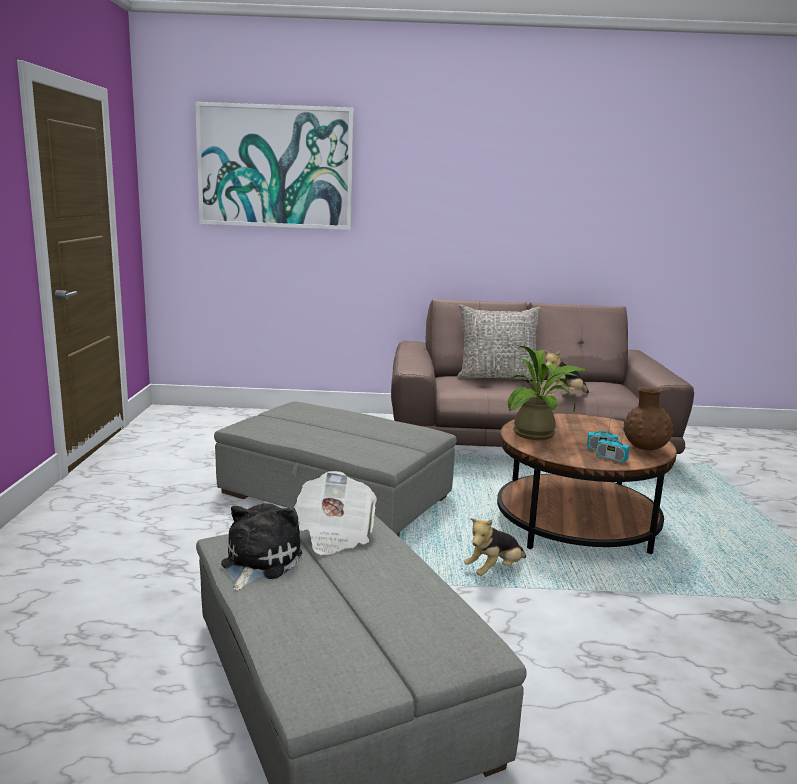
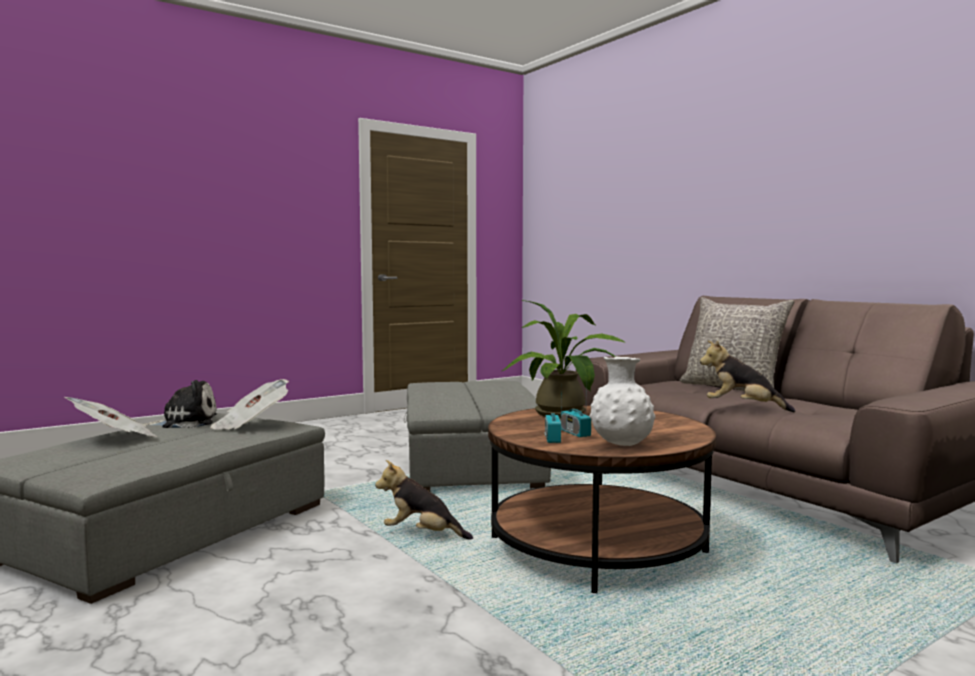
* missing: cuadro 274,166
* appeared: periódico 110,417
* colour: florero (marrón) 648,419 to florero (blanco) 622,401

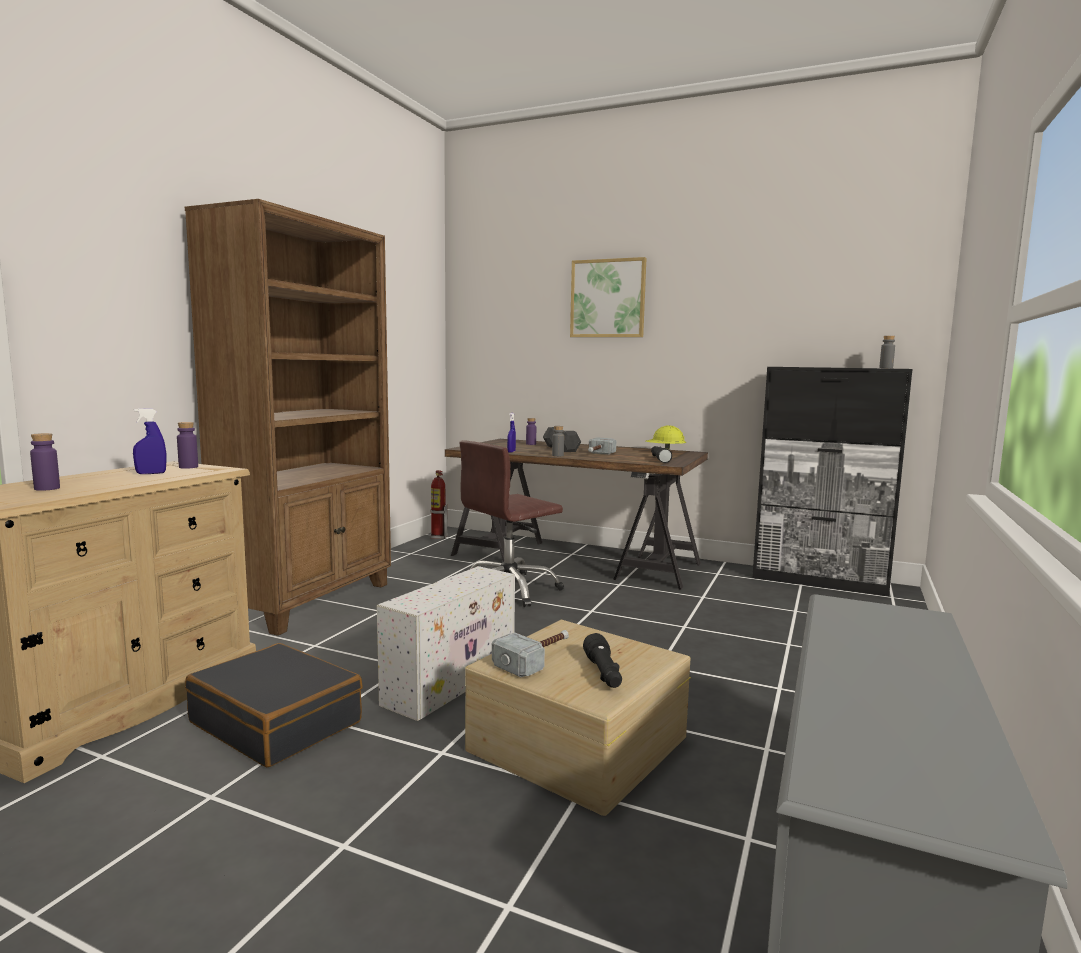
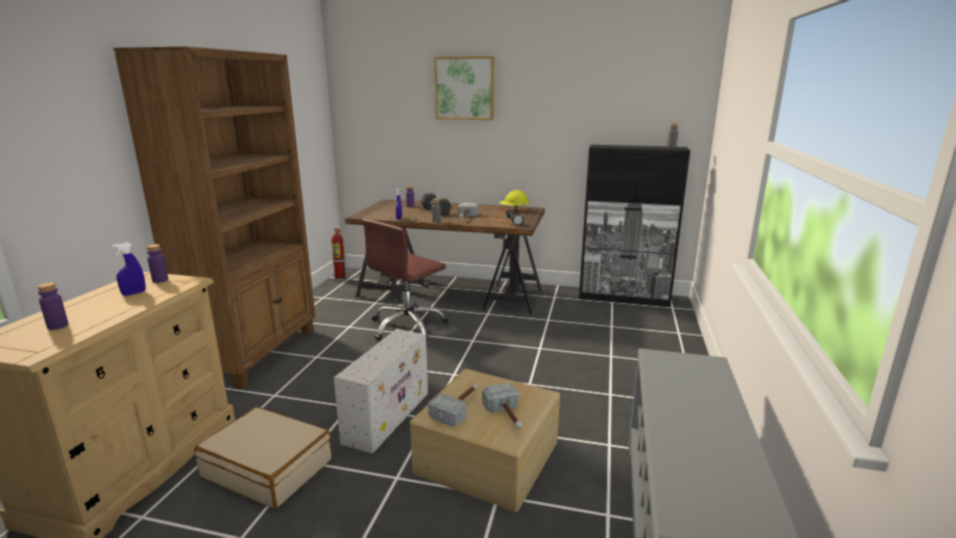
* exchanged: linterna (negro) 602,660 to martillo 502,406
* colour: maleta (negro) 274,705 to maleta (beis) 263,458

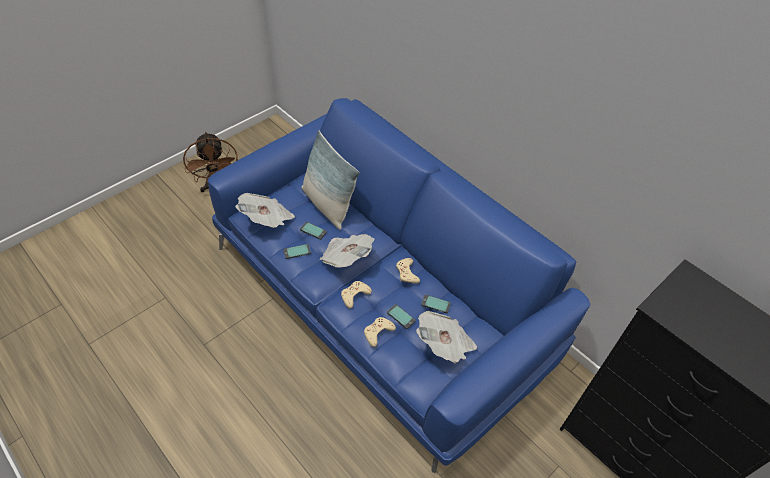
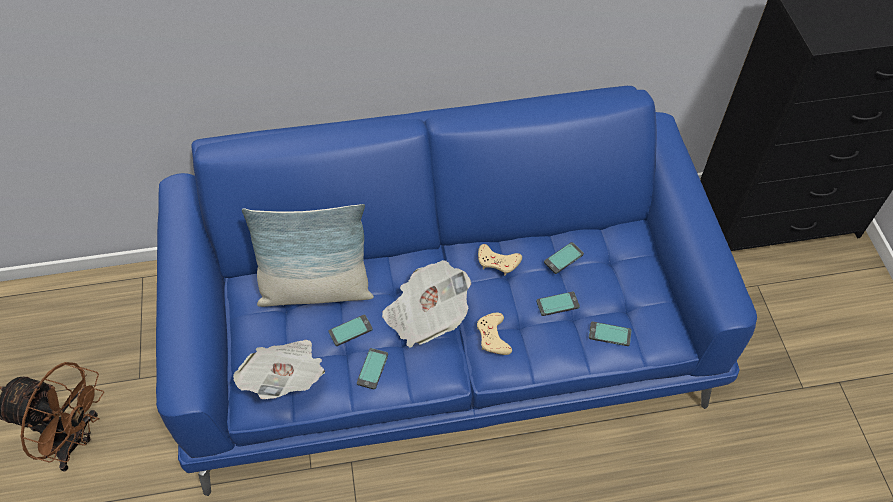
* missing: mando de consola (beis) 380,332
* missing: periódico 446,337
* appeared: móvil 610,333

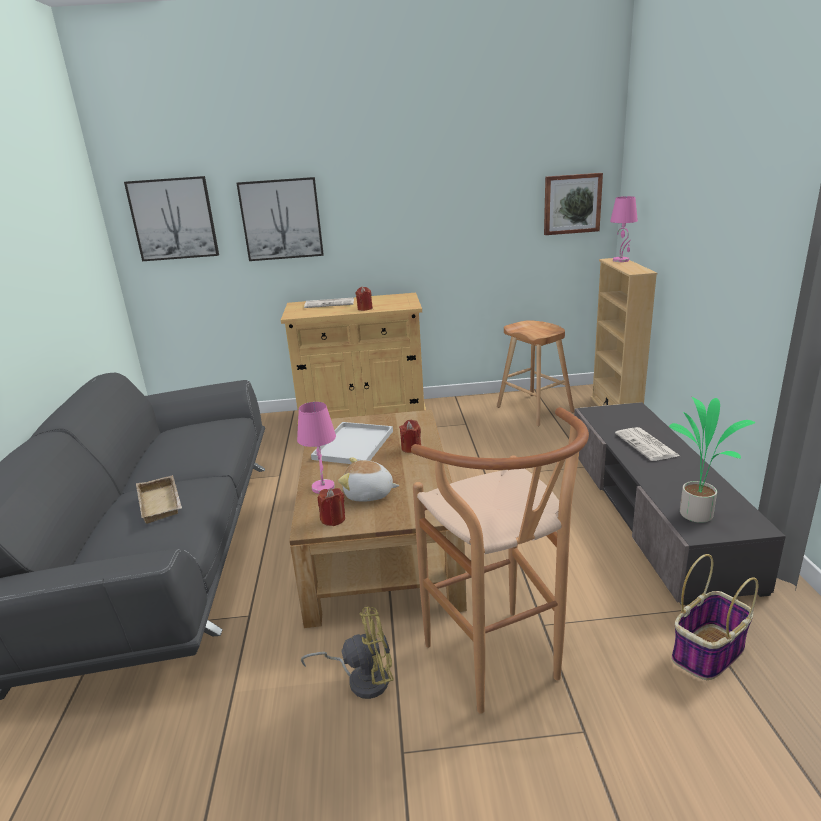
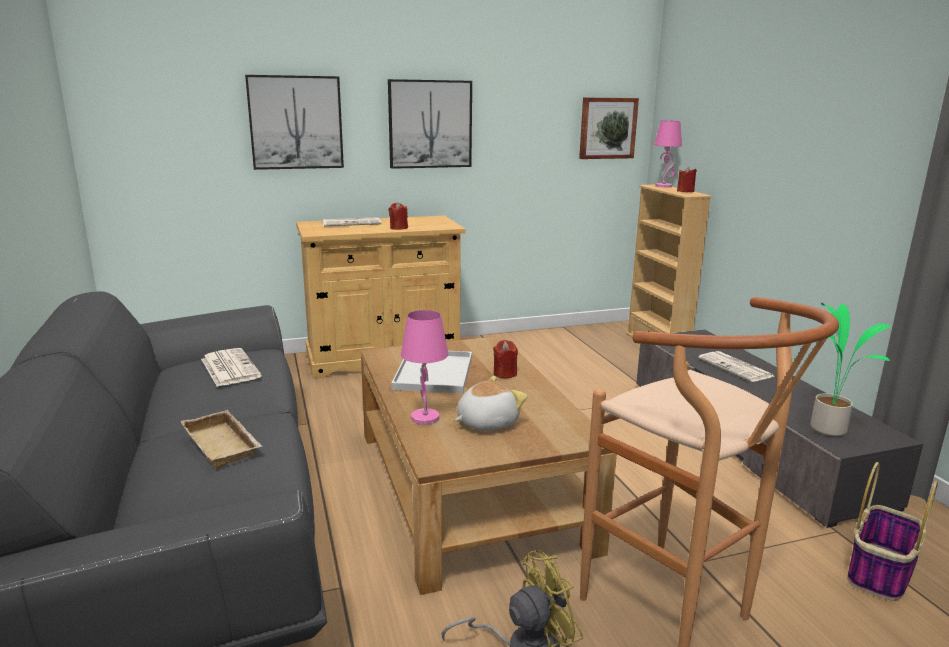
* missing: taburete (marrón) 535,373
* appeared: periódico 231,367
* relocated: cuadro 171,218 to 430,124
* relocated: vela (rojo) 331,507 to 687,179
* spun: peluche 368,479 = 491,403 150 degrees clockwise

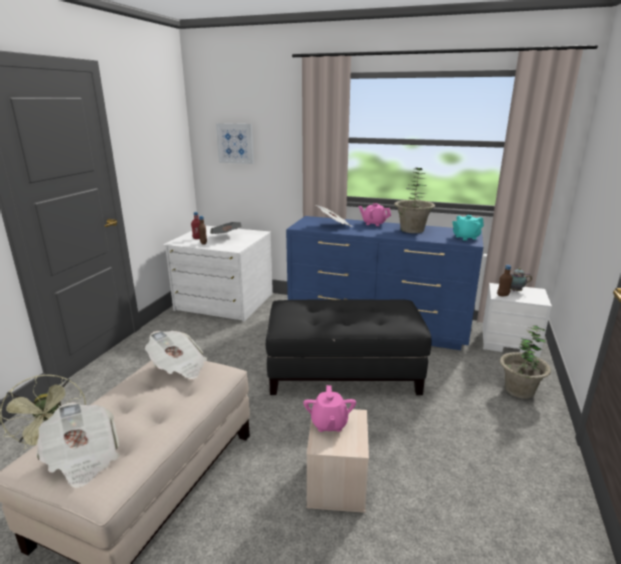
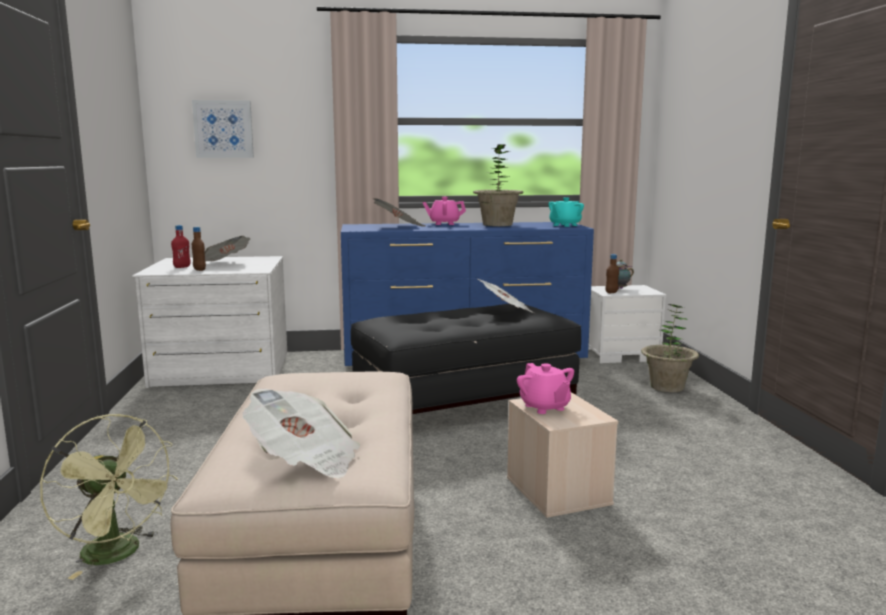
* relocated: periódico 176,355 to 506,296

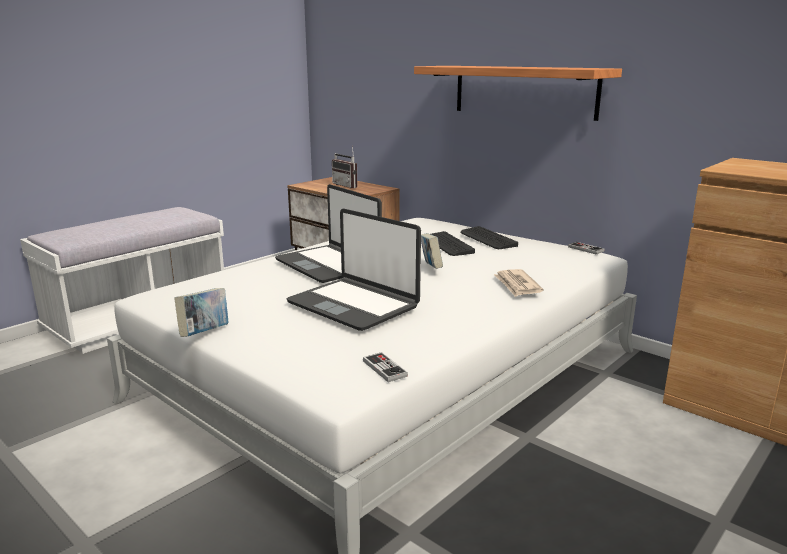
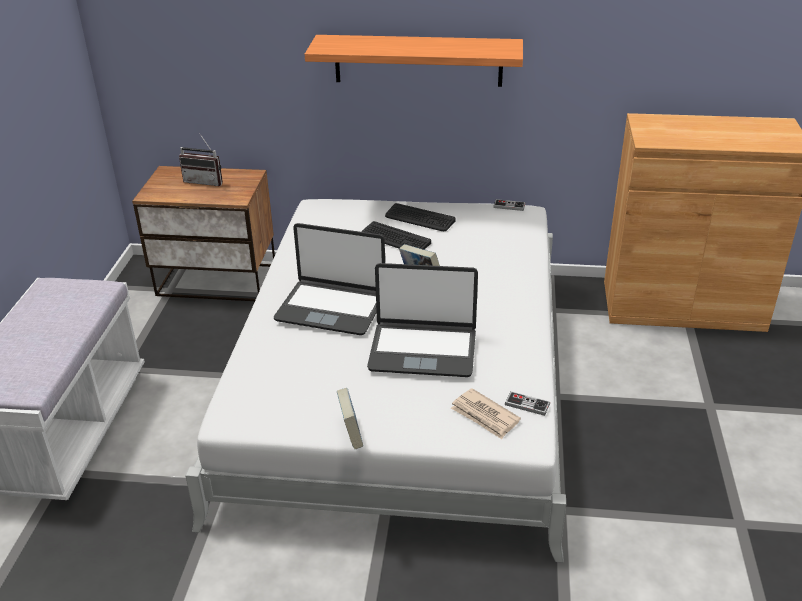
* relocated: periódico 518,283 to 486,413

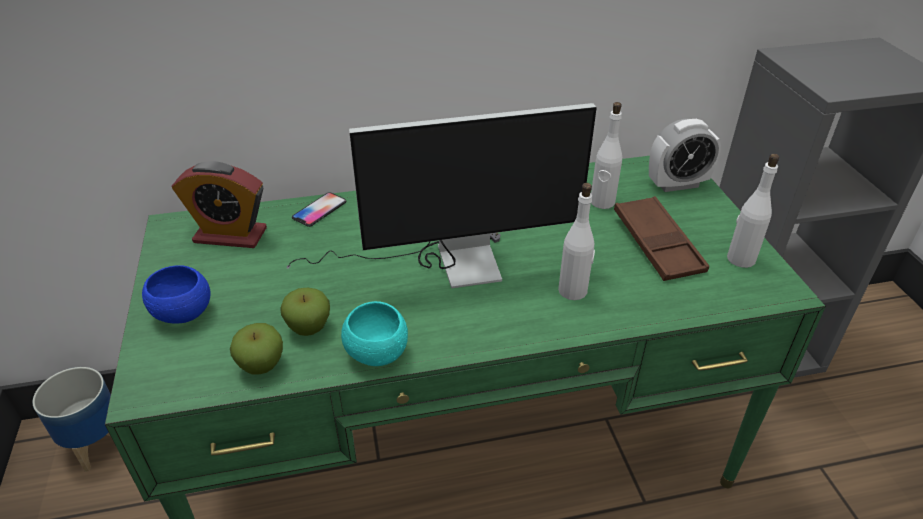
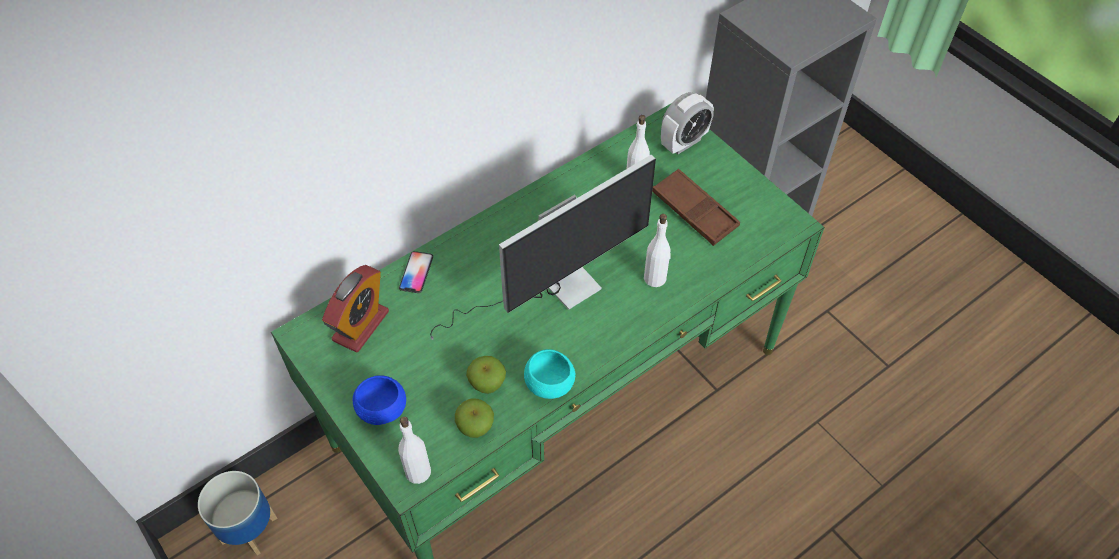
* relocated: botella (blanco) 753,211 to 414,450
* spun: despertador 219,204 = 355,309 45 degrees counterclockwise

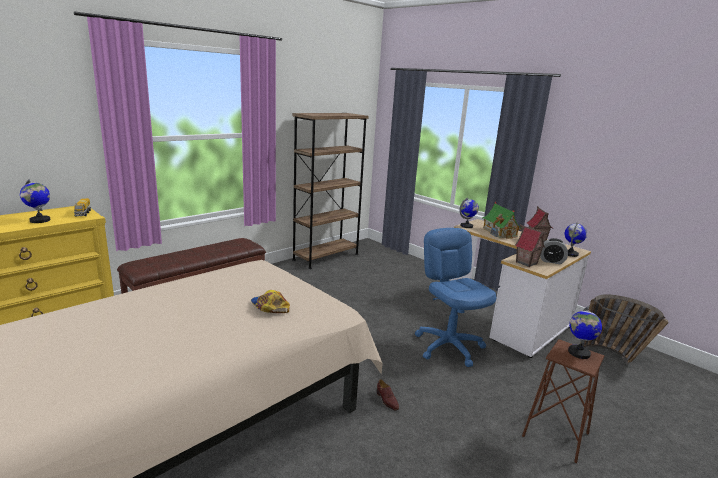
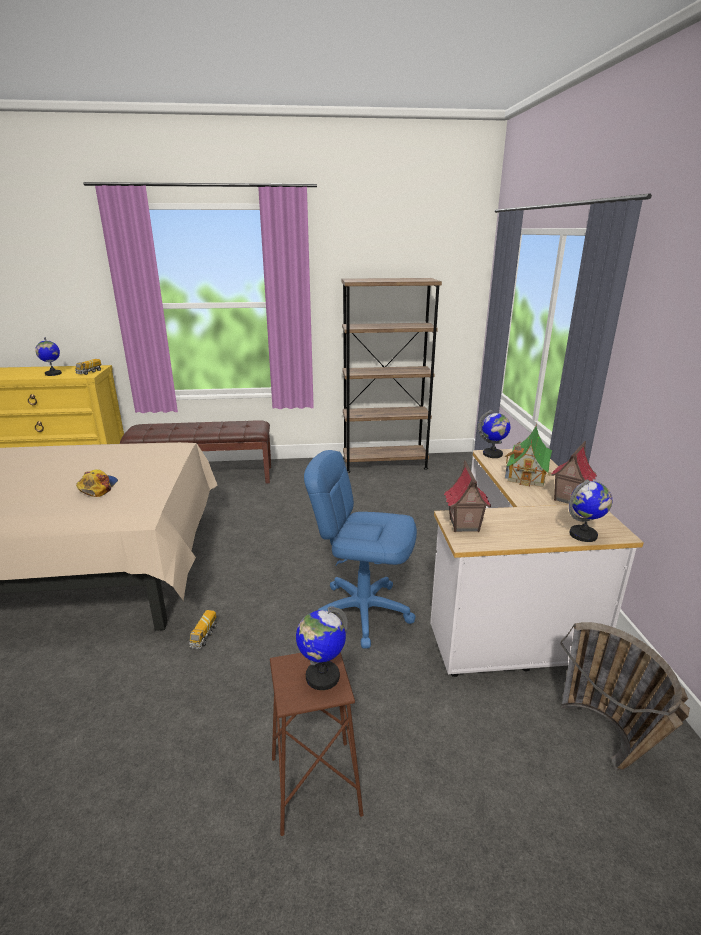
* missing: despertador 554,251
* exchanged: zapato (marrón) 388,394 to camión de juguete 203,629
* spun: silla de oficina (azul) 455,297 = 360,549 90 degrees counterclockwise

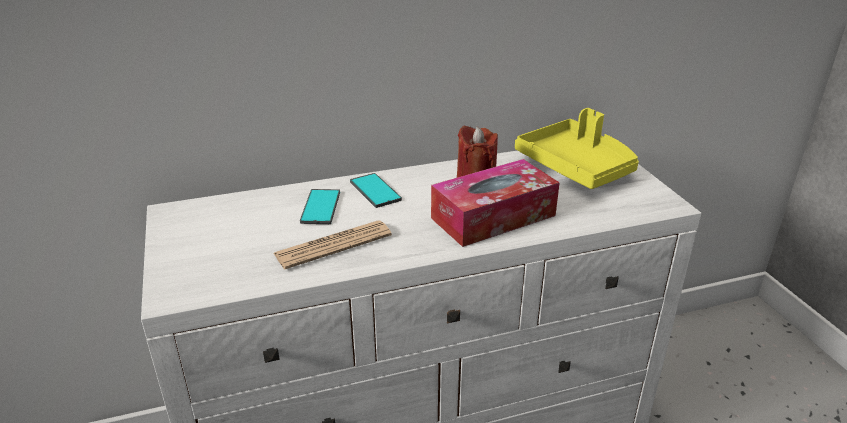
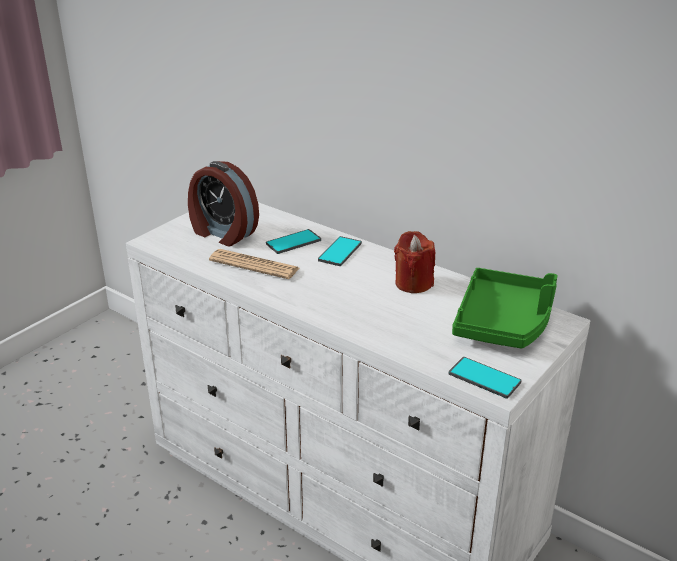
* missing: caja de pañuelos 495,203
* appeared: despertador 223,203
* appeared: móvil 485,378
* colour: bandeja (amarillo) 577,148 to bandeja (verde) 505,308

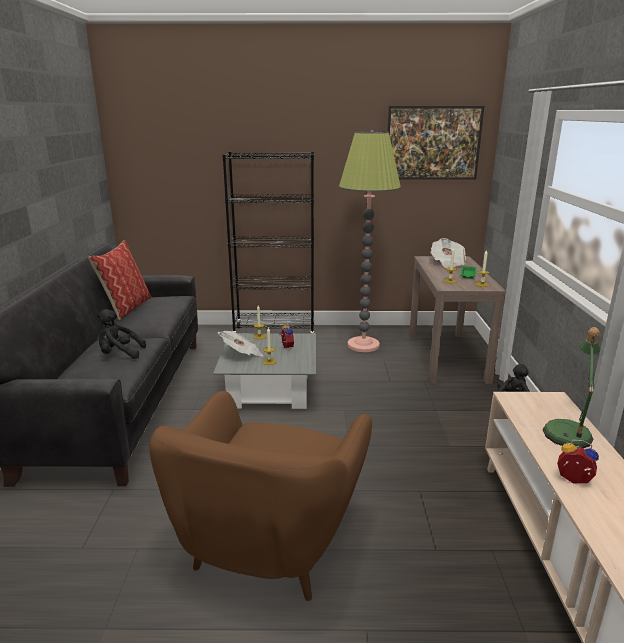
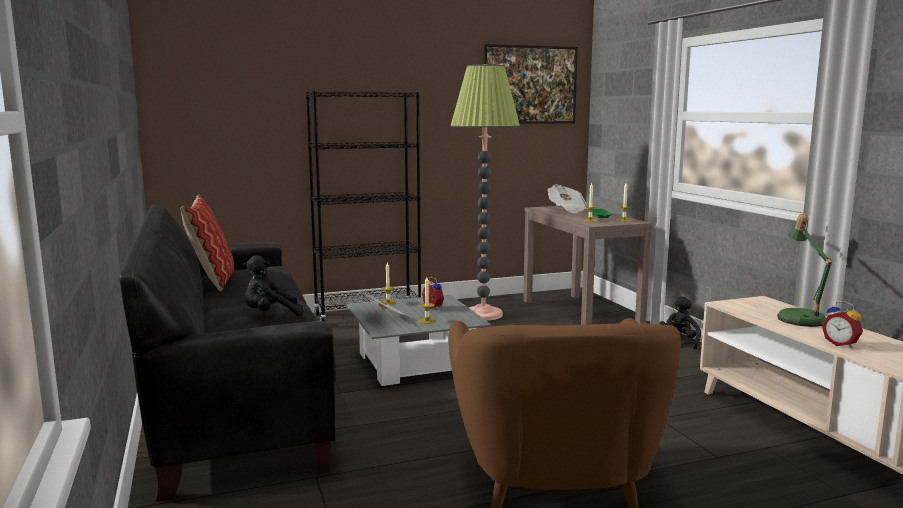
* spun: despertador 578,462 = 842,324 135 degrees counterclockwise

